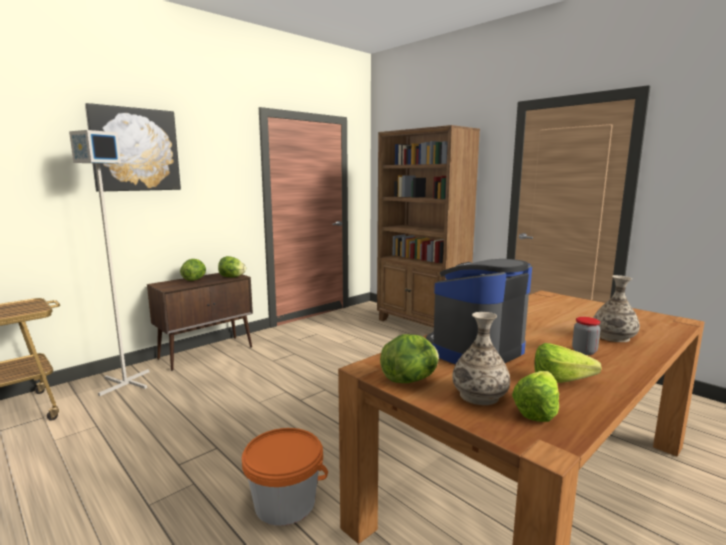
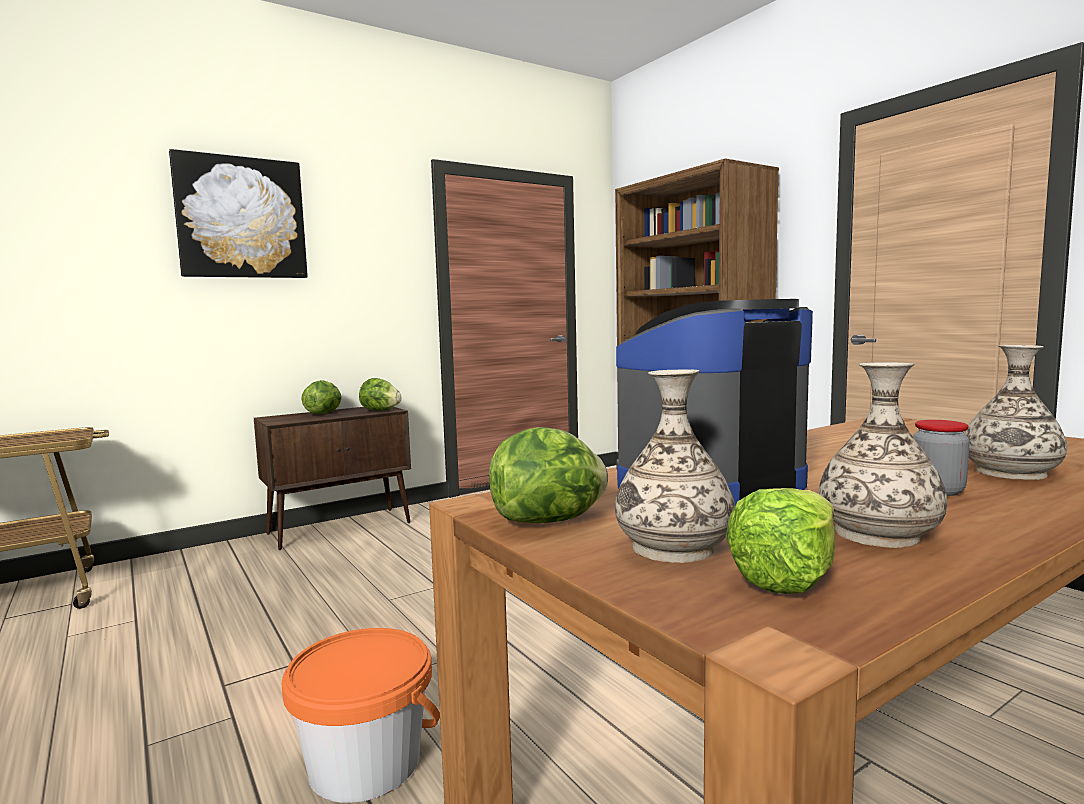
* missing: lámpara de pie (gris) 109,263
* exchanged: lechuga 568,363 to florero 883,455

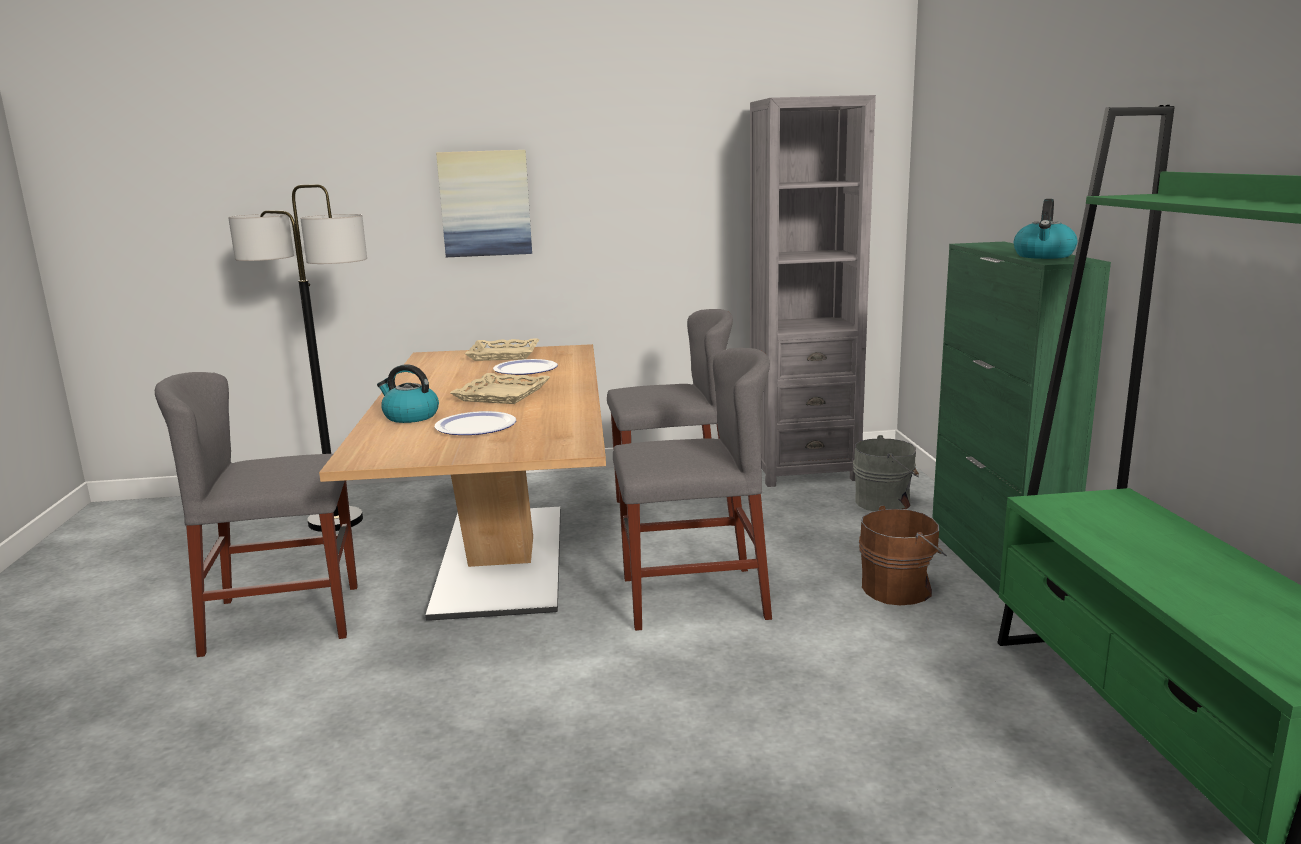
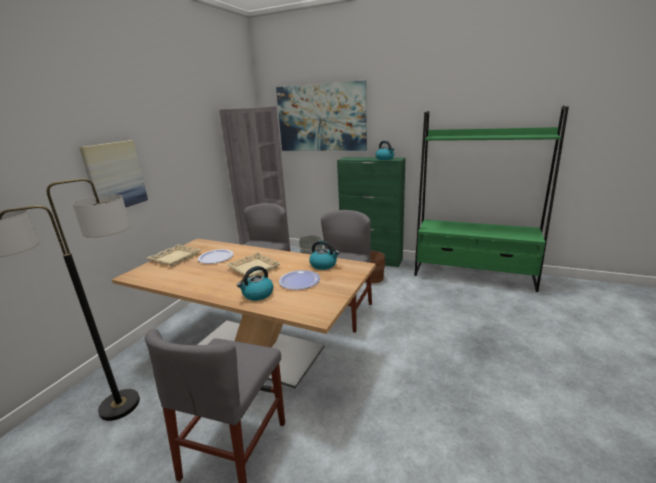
* appeared: cuadro 321,116
* appeared: hervidor 324,255

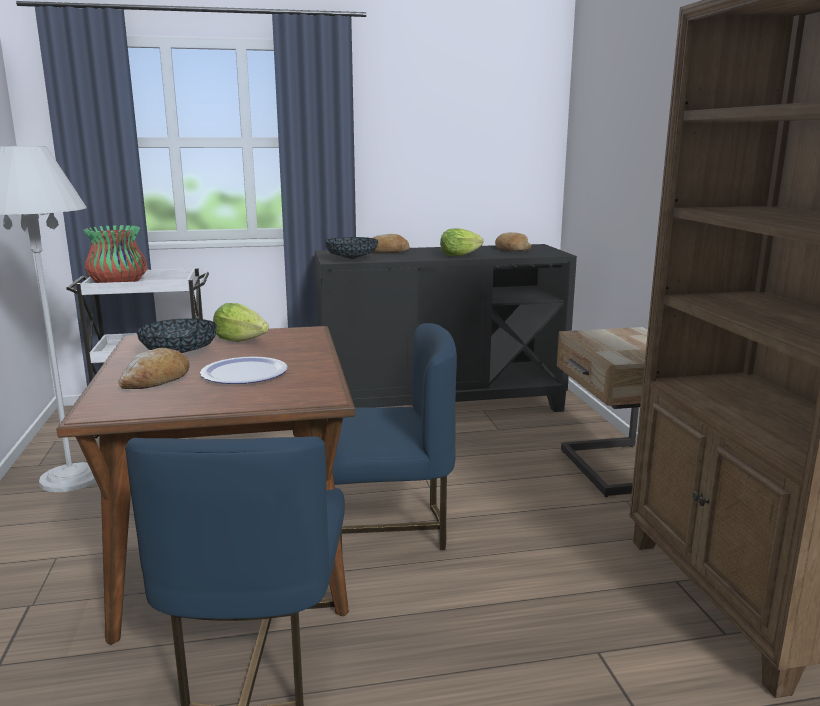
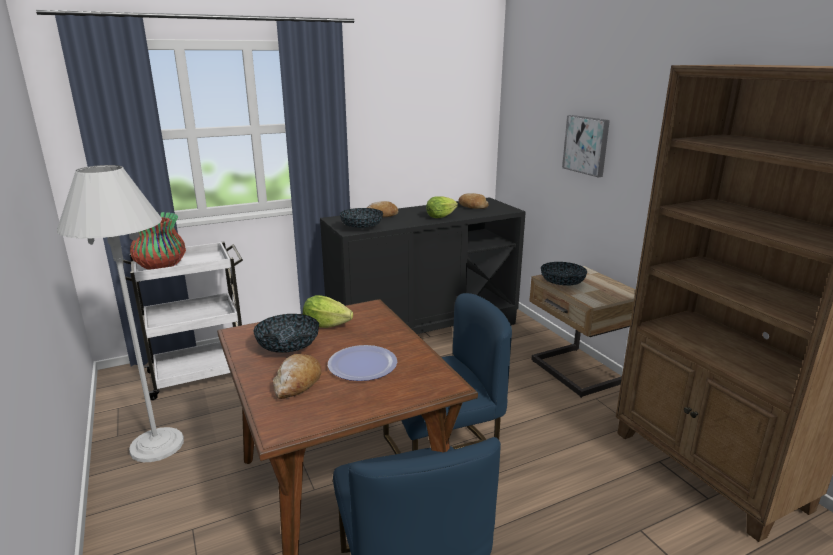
* appeared: cuenco 564,273
* appeared: cuadro 586,146

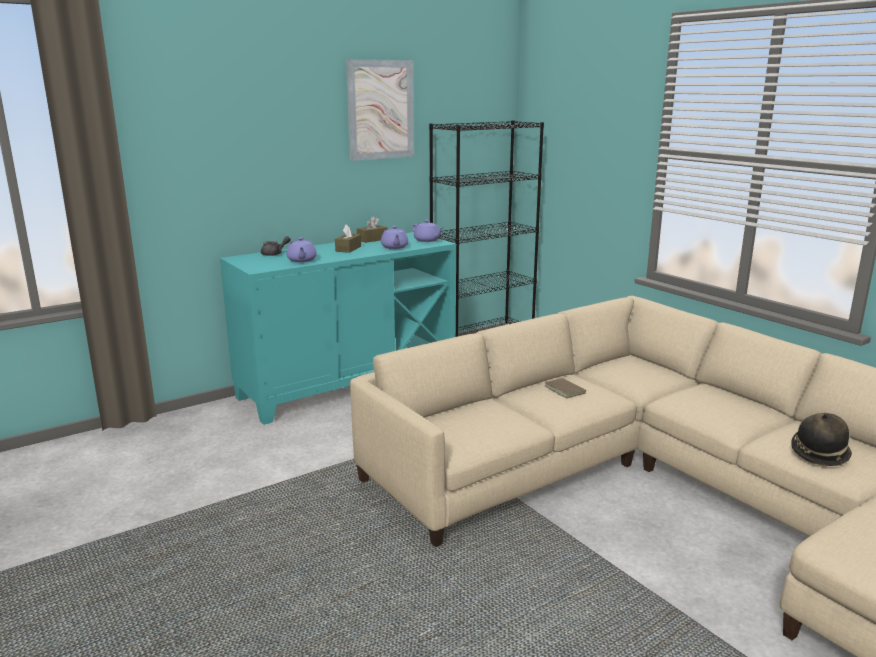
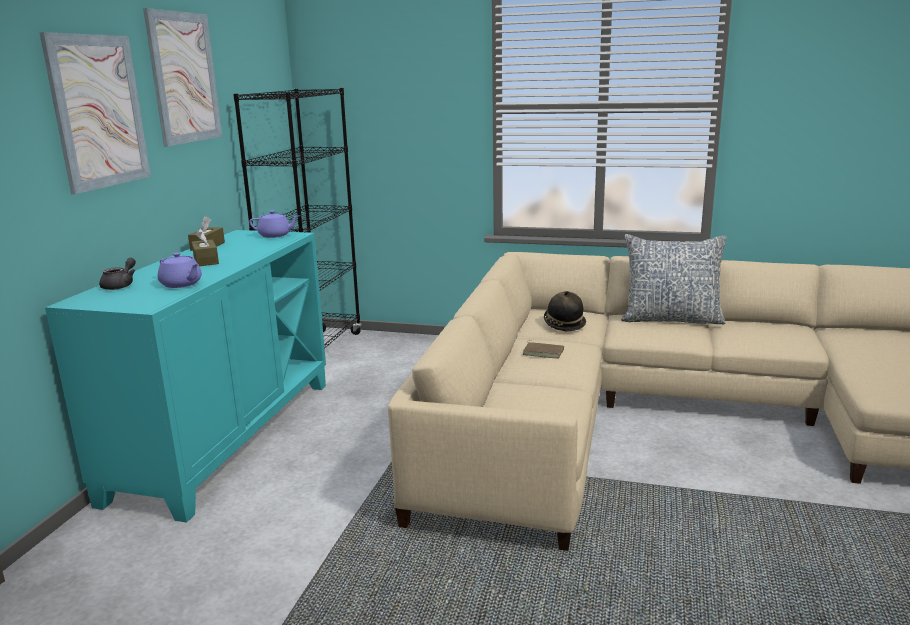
* missing: tetera (morado) 394,237
* appeared: cuadro 95,113
* appeared: cojín 674,279
* relocated: sombrero 821,439 to 565,311

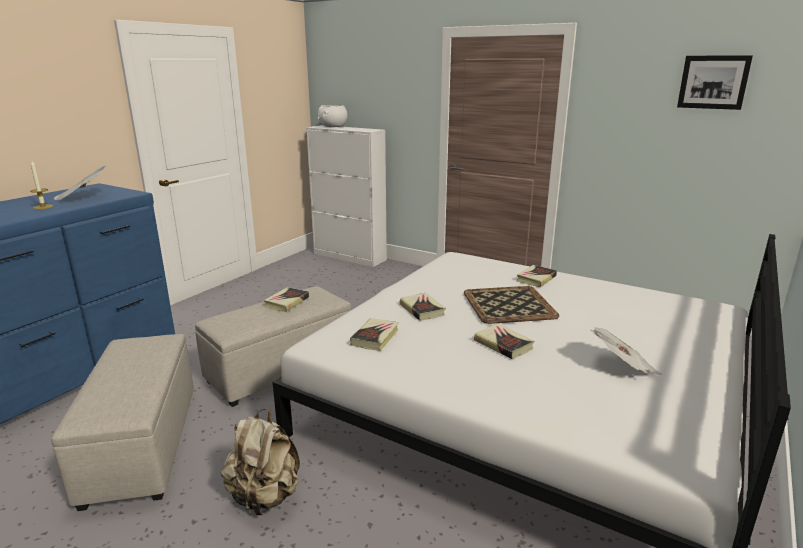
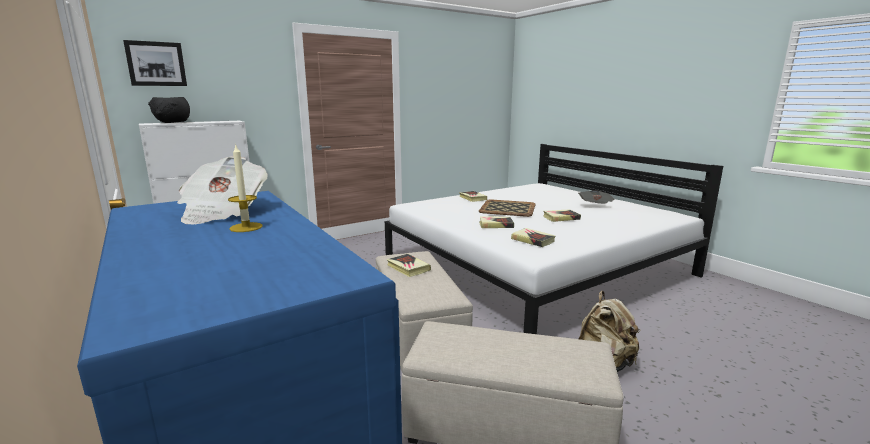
* relocated: cuadro 715,82 to 155,63
* colour: cuenco (blanco) 333,116 to cuenco (negro) 169,110

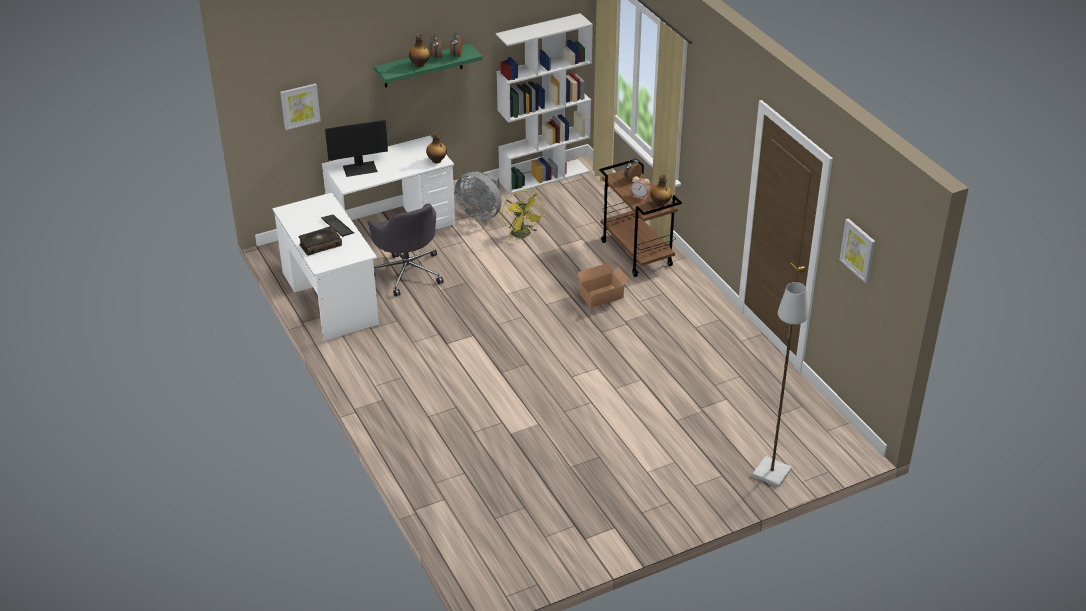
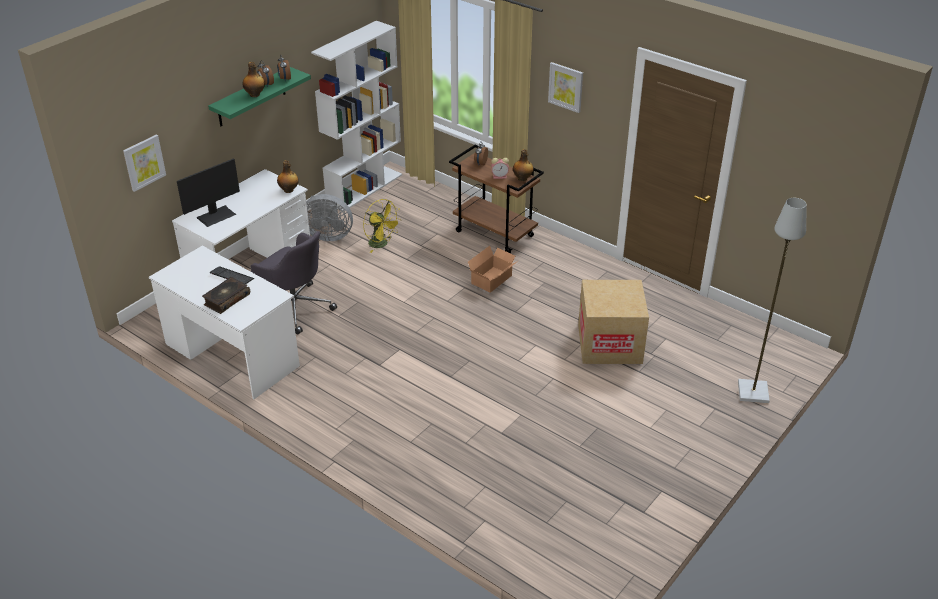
* appeared: caja de cartón 613,322
* relocated: cuadro 857,250 to 565,87

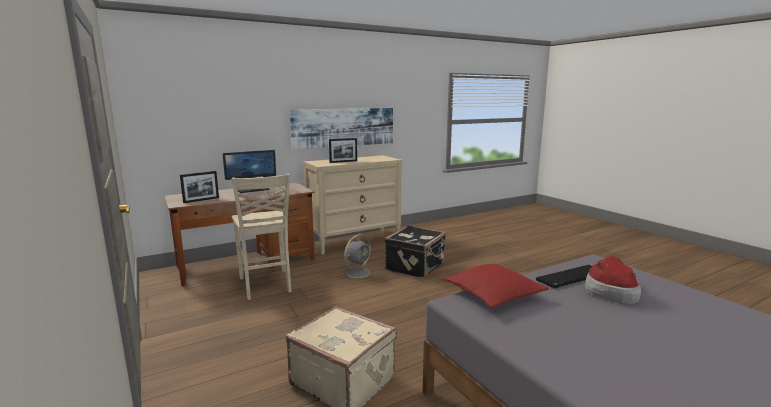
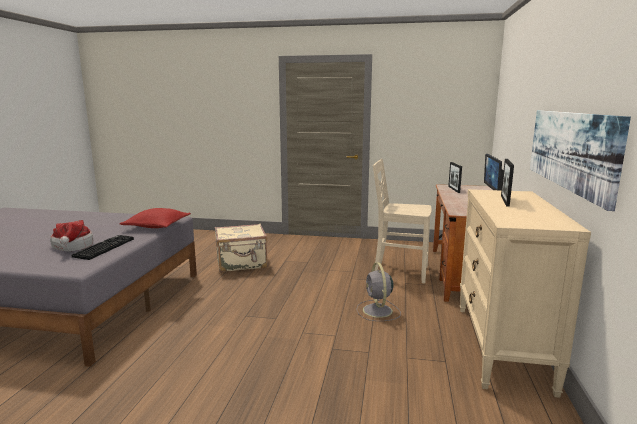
* missing: maleta (negro) 415,252

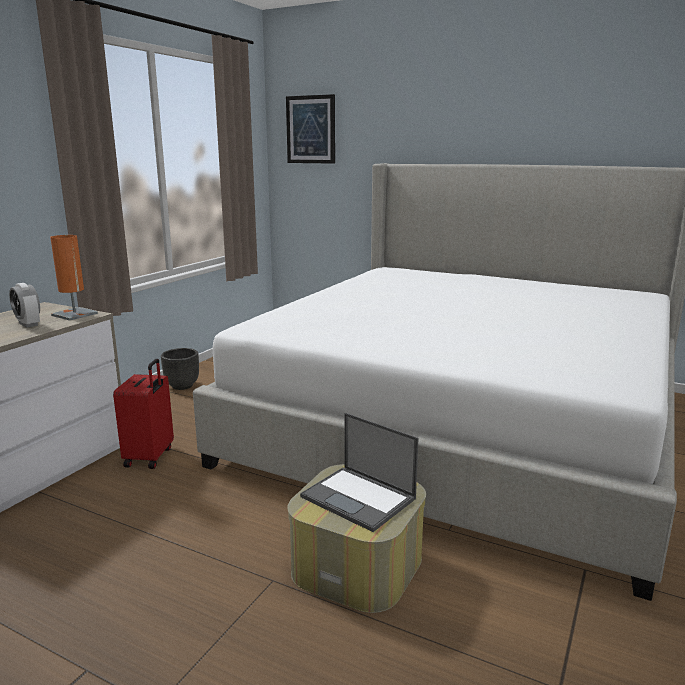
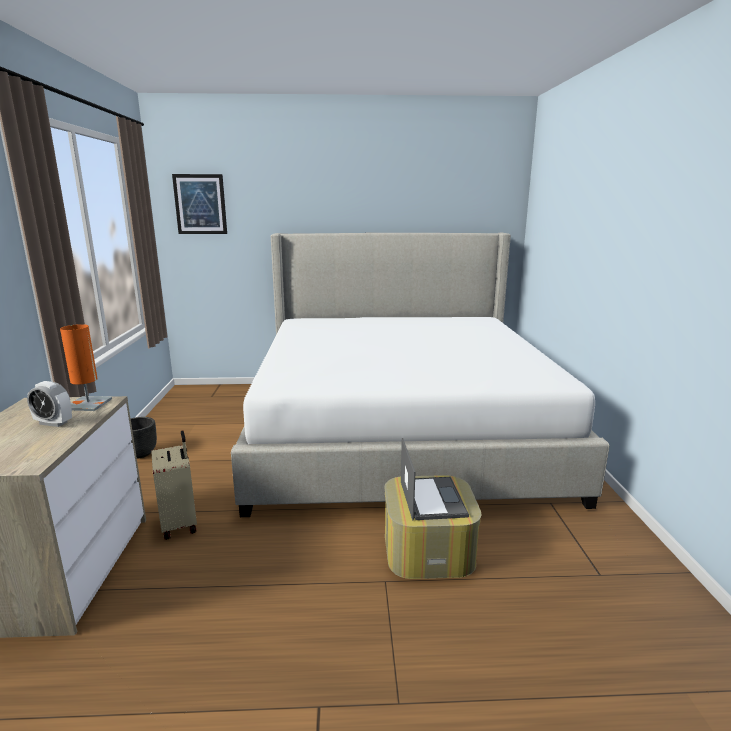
* colour: maleta (rojo) 143,414 to maleta (beis) 174,485
* spun: portátil 359,472 = 435,479 105 degrees counterclockwise

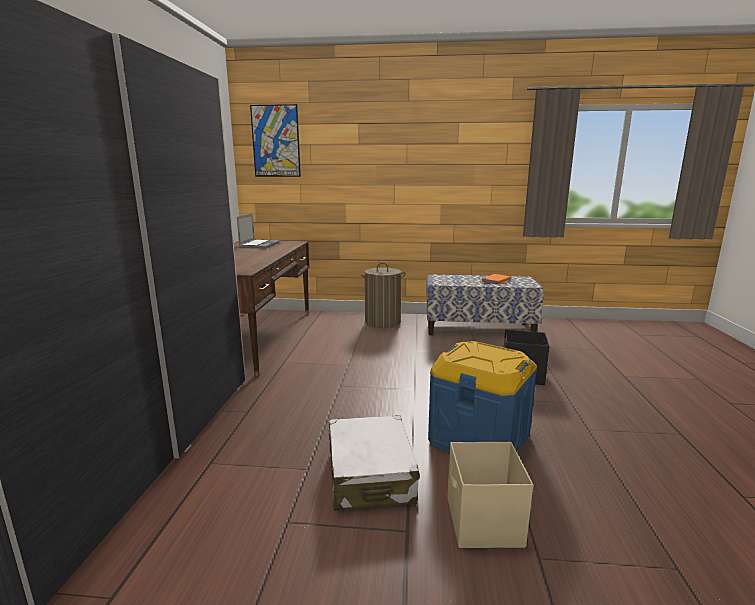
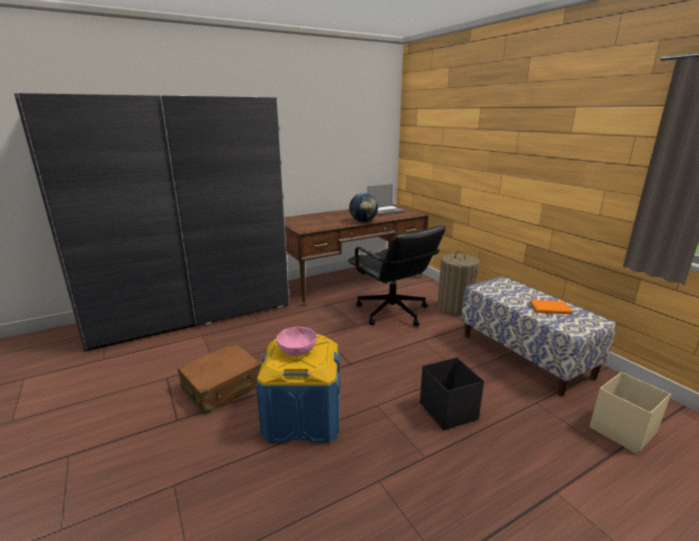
* missing: cuadro 275,140
* appeared: cuenco (rosa) 297,341
* appeared: silla de oficina (negro) 397,276
* appeared: globo terráqueo 363,207
* relocated: caja de almacenaje (beis) 490,495 to 630,413
* colour: maleta (blanco) 374,463 to maleta (marrón) 219,379

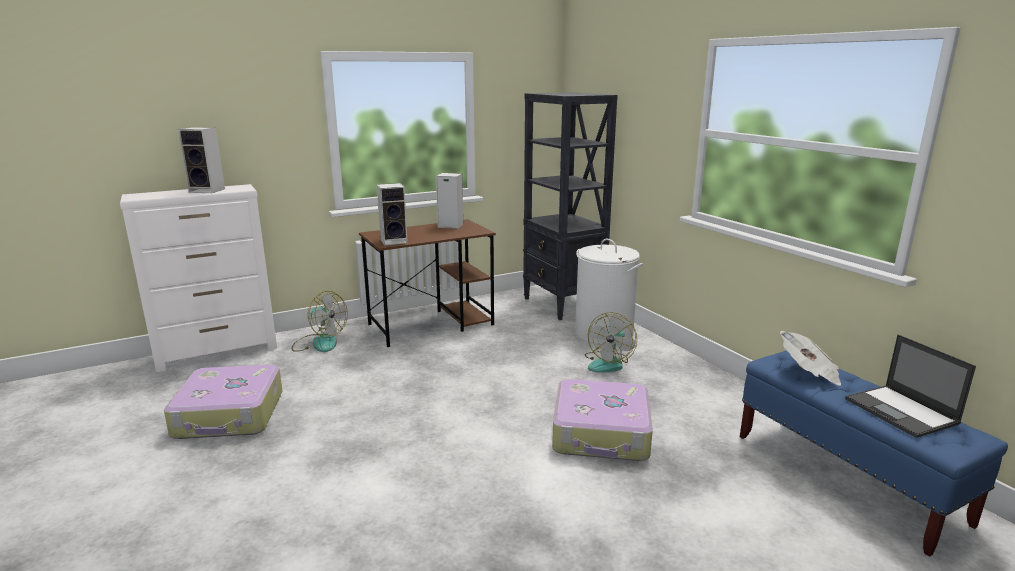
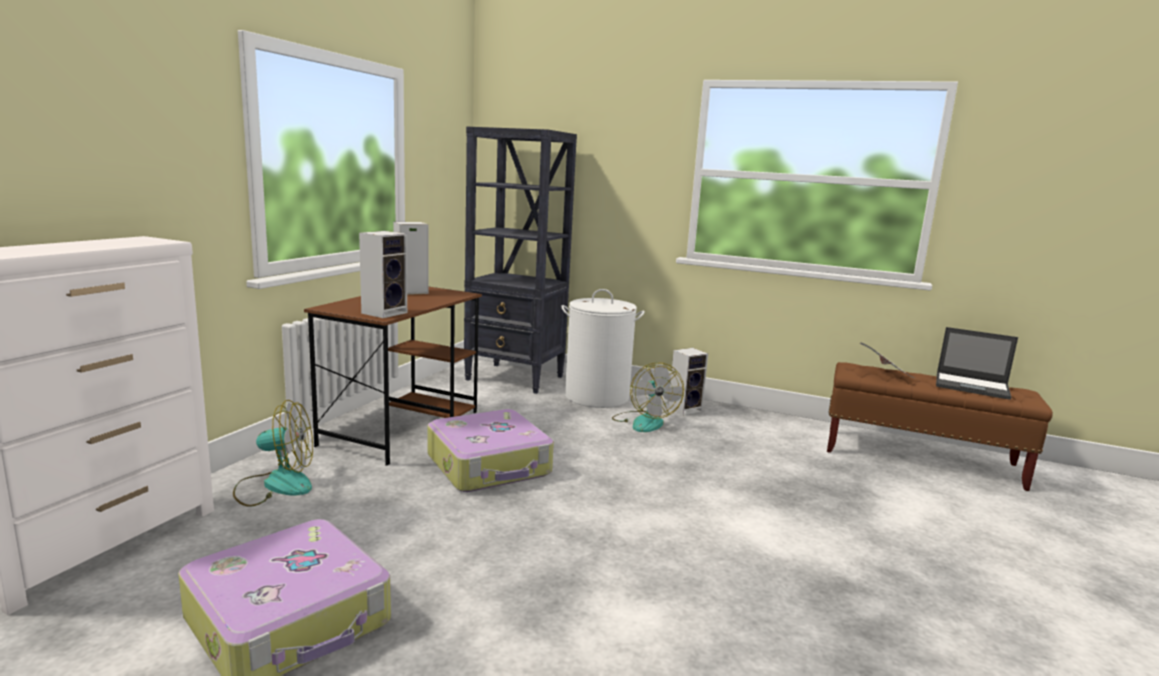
* relocated: altavoz 201,160 to 688,382
* relocated: maleta 602,420 to 490,450
* colour: banco (azul) 874,453 to banco (marrón) 940,426

